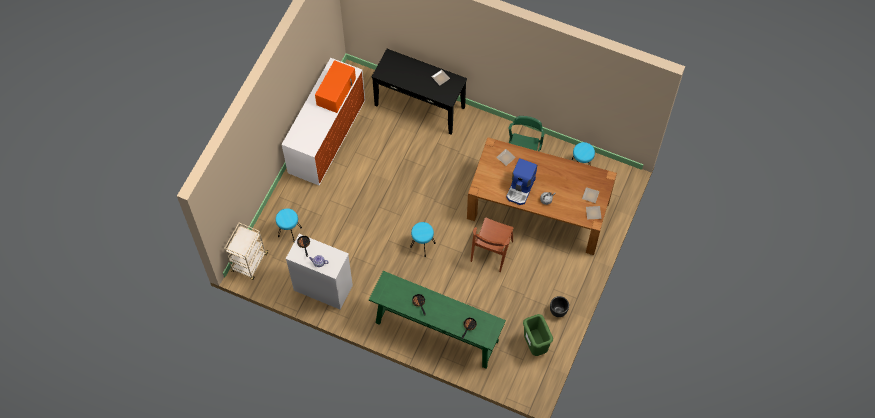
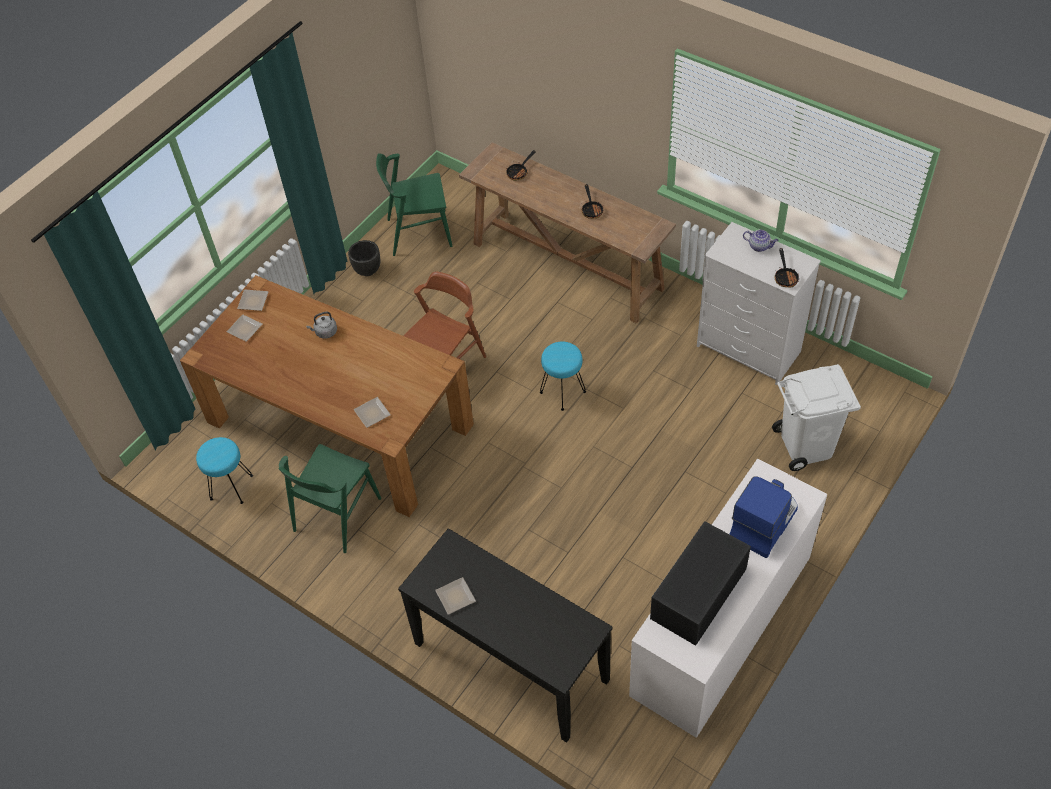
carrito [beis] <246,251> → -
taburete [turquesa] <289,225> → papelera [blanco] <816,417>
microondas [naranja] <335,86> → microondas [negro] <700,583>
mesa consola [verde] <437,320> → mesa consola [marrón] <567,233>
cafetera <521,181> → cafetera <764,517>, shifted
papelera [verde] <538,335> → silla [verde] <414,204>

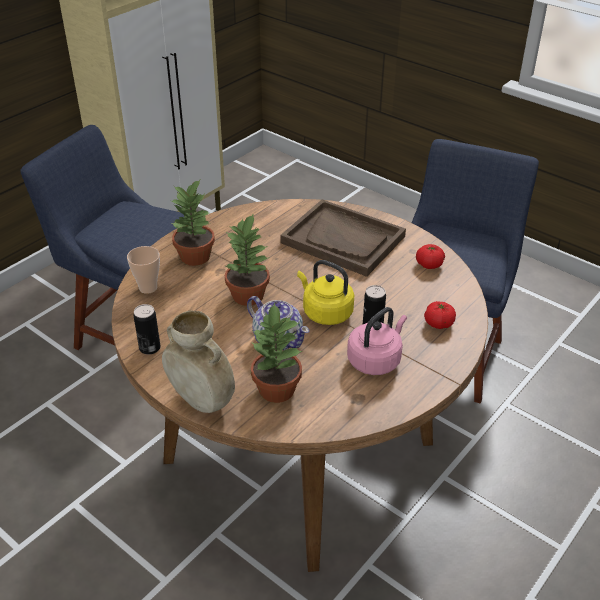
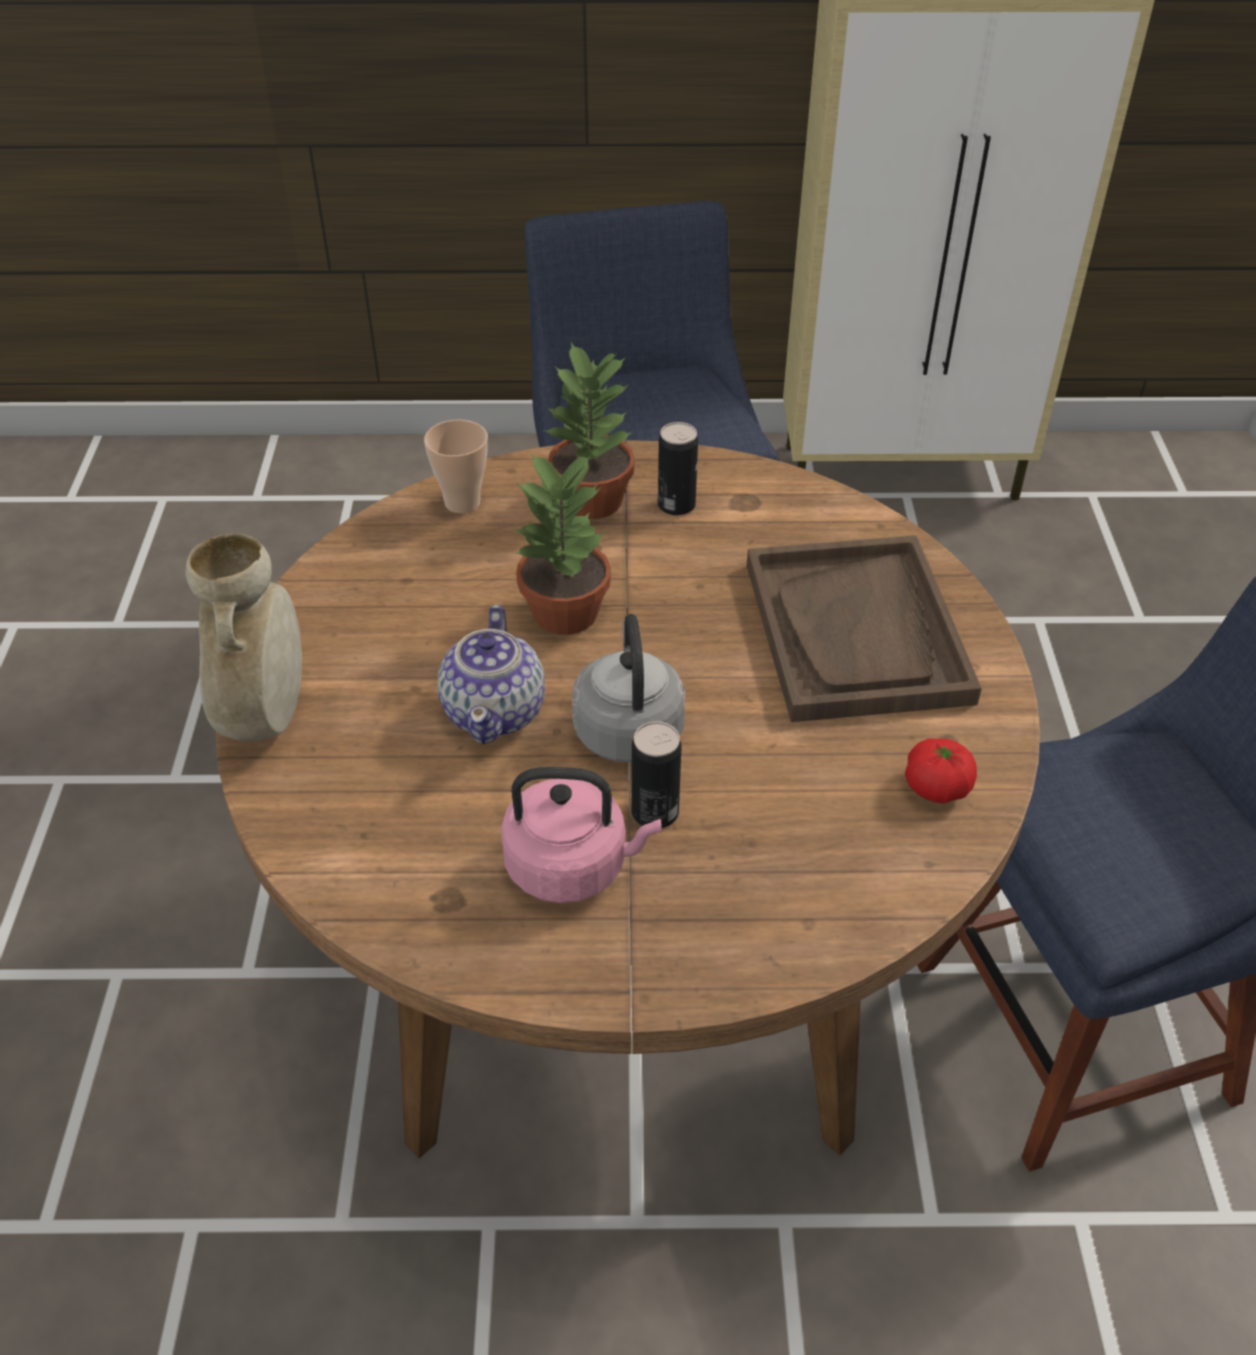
lata <146,329> → lata <678,469>, shifted
planta en maceta <276,352> → -
hervidor [amarillo] <325,292> → hervidor [gris] <628,688>
tomate <440,315> → -

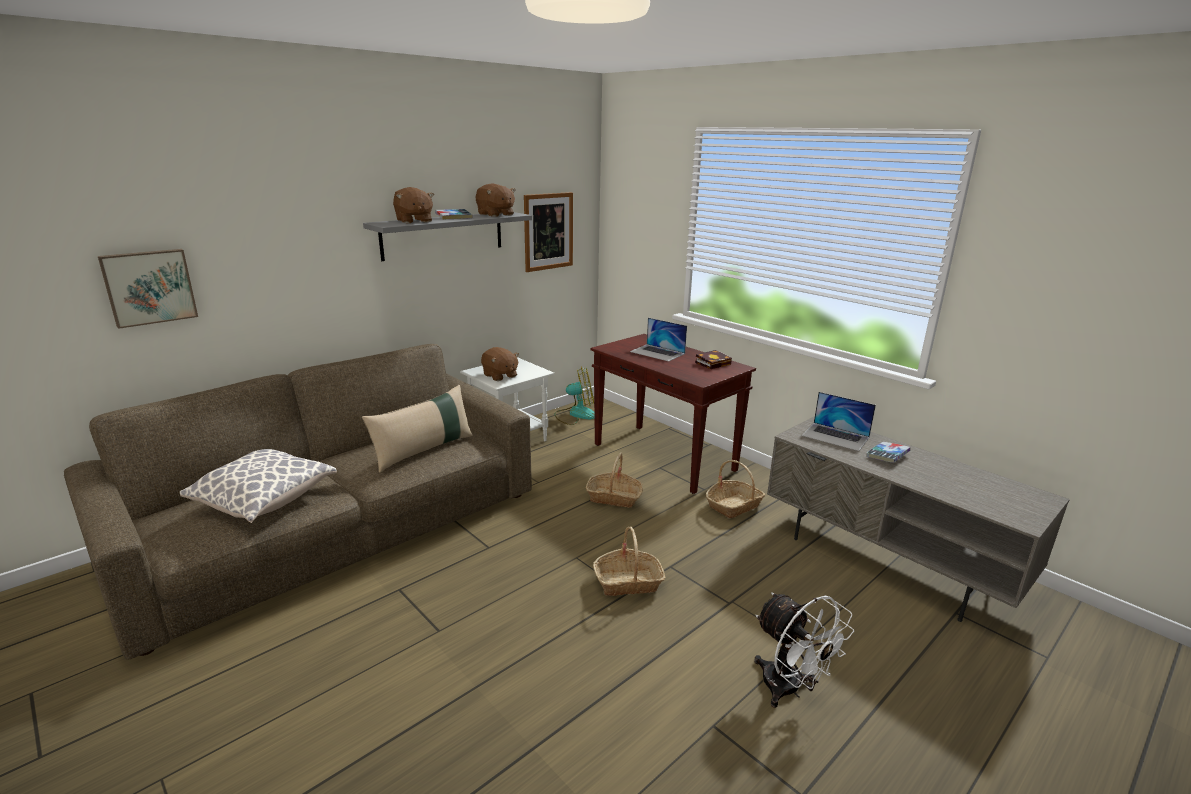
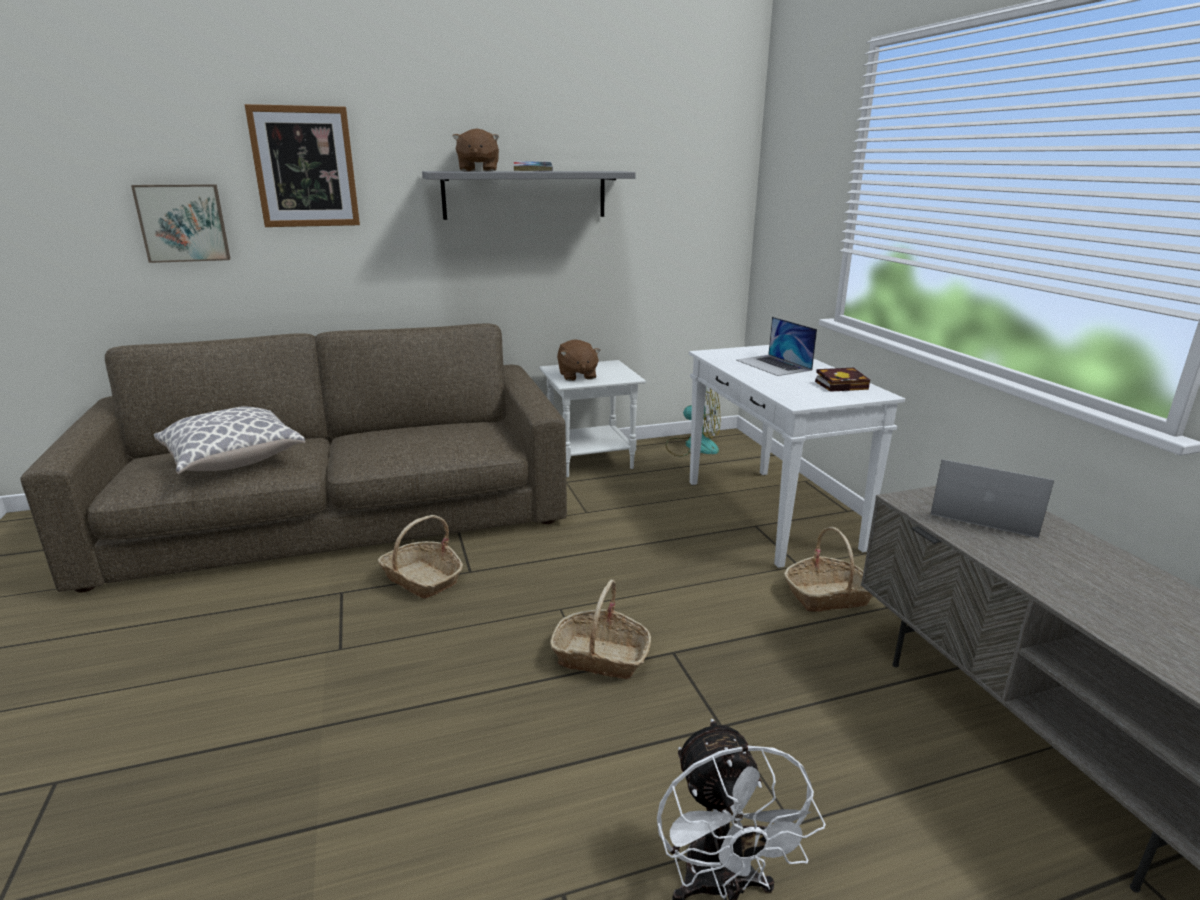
cojín [beis] <417,429> → -
peluche [marrón] <496,200> → -
cuadro <548,232> → cuadro <302,165>, shifted
cesta <614,480> → cesta <420,557>, shifted
mesa consola [marrón] <673,414> → mesa consola [blanco] <797,456>
portátil <839,421> → portátil <992,498>, 150 degrees clockwise
libro <888,452> → -

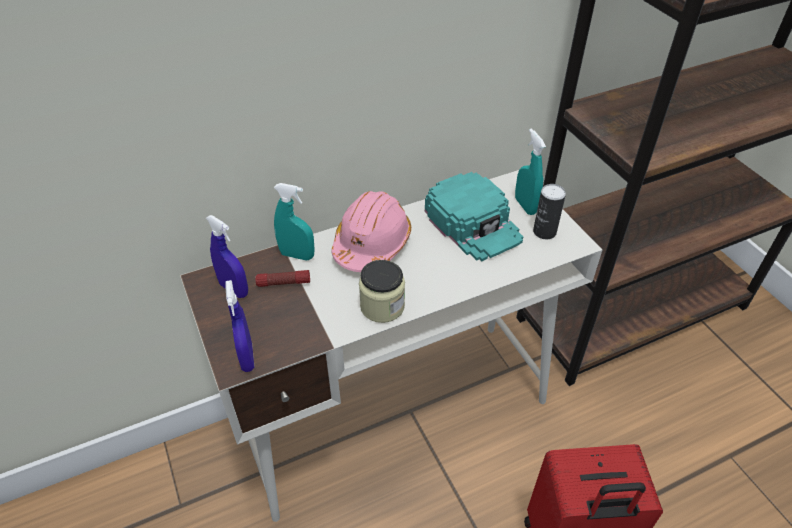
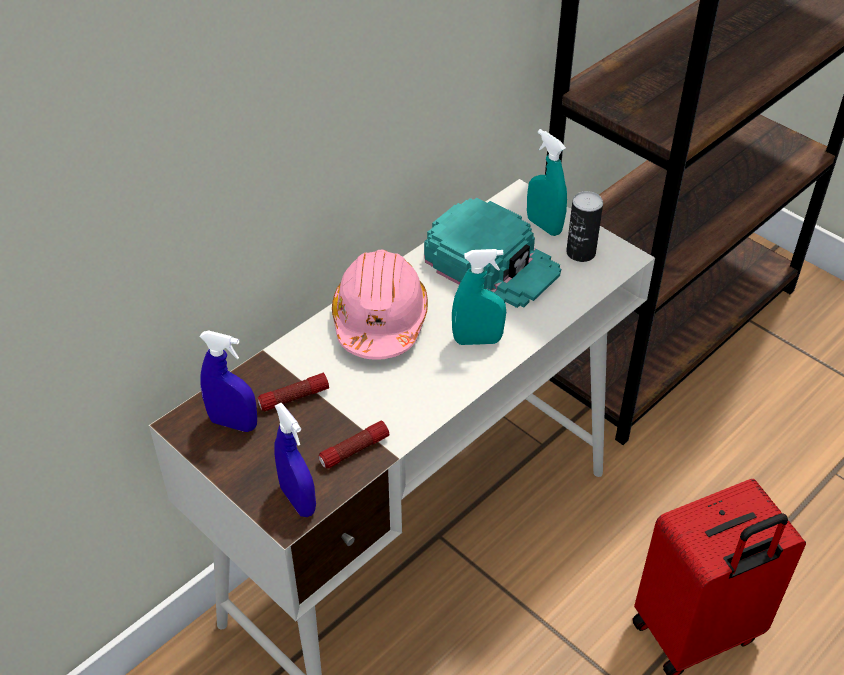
pulverizador [turquesa] <294,221> → pulverizador [turquesa] <479,297>, shifted
tarro <382,291> → -
- → linterna <354,445>

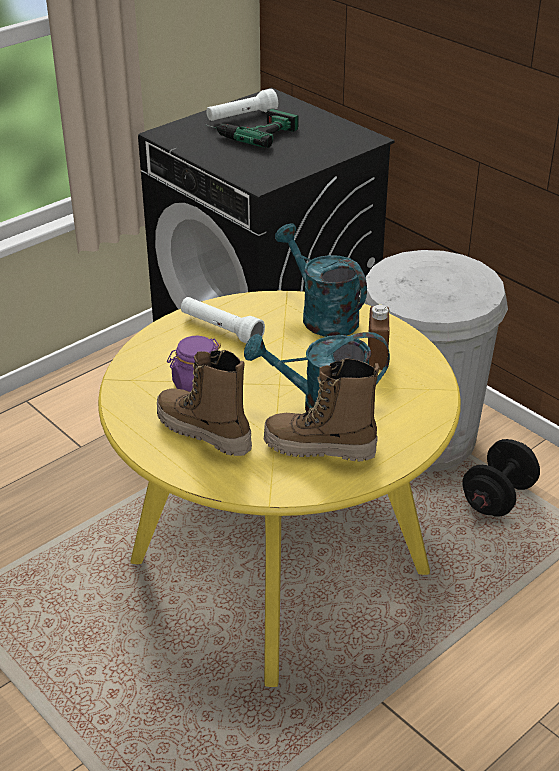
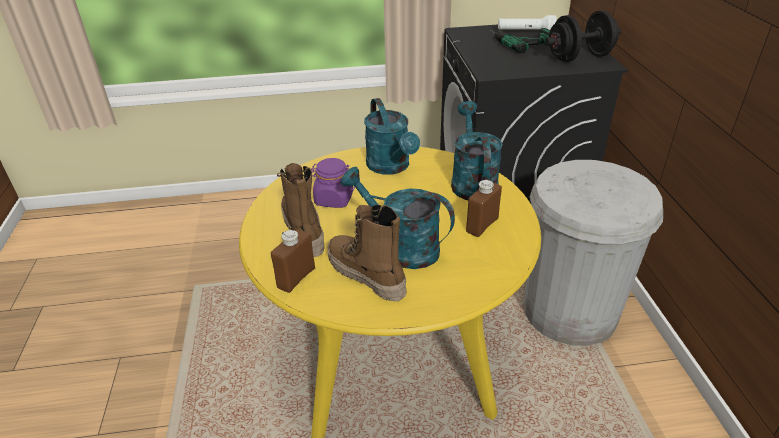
linterna [blanco] <223,320> → regadera [turquesa] <392,136>
mancuerna [negro] <501,478> → mancuerna [negro] <583,36>, shifted
- → botella [marrón] <293,261>

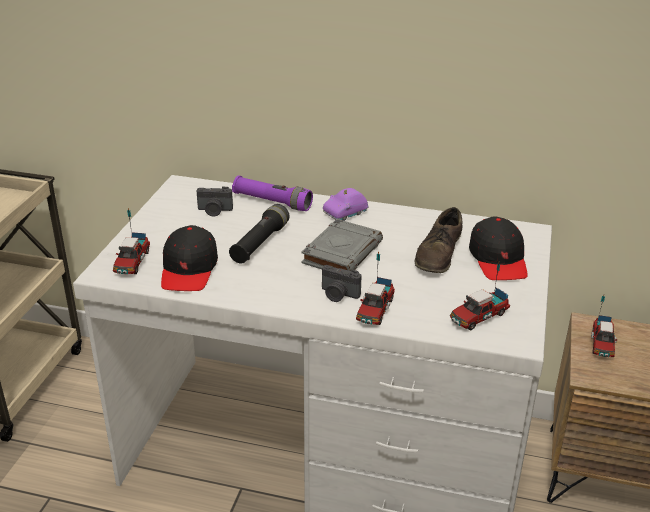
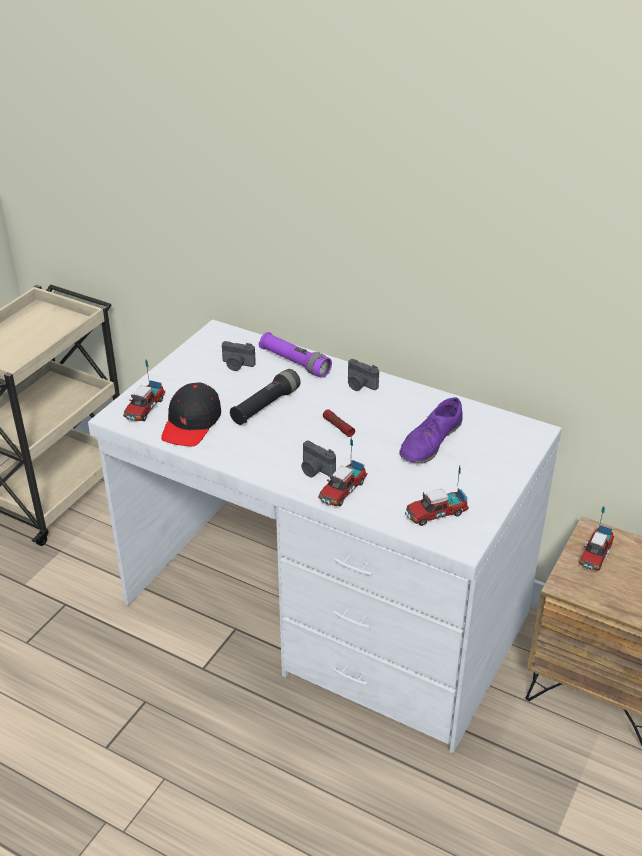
libro [gris] <342,245> → linterna <339,423>
coche de juguete [morado] <346,204> → cámara <363,375>
zapato [marrón] <438,240> → zapato [morado] <431,430>
gorra [negro] <498,248> → -

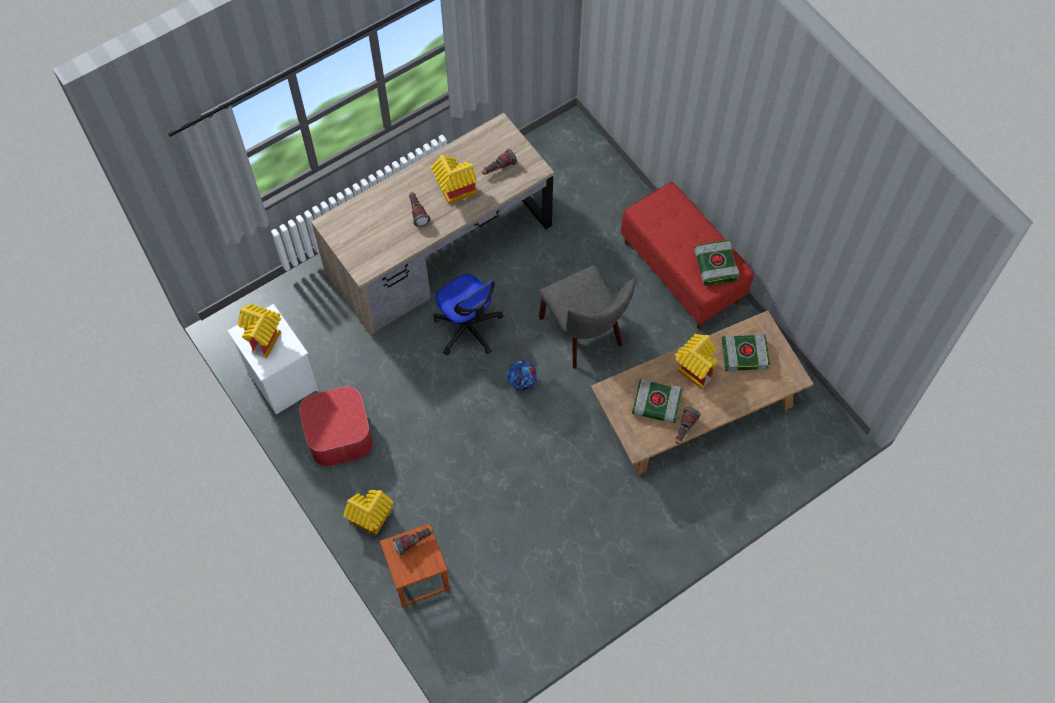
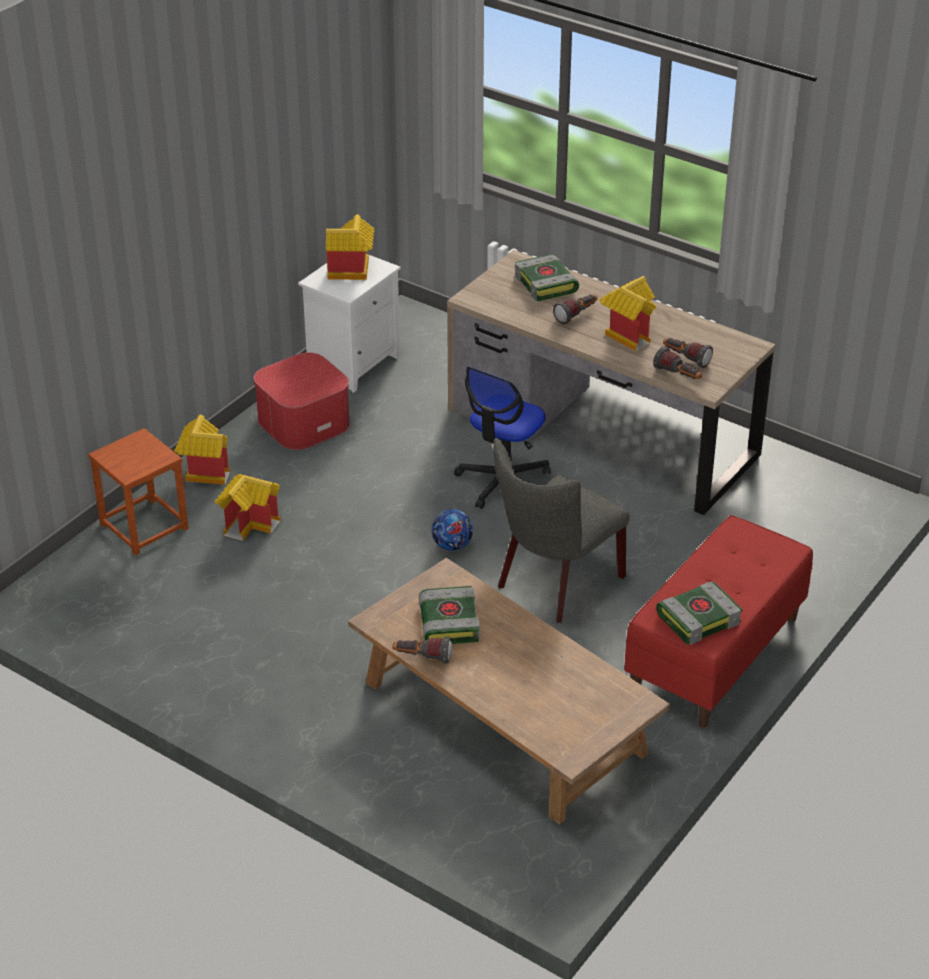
linterna <413,542> → linterna <677,363>, shifted
casita <696,361> → casita <247,507>, shifted
libro <746,353> → libro <547,277>, shifted

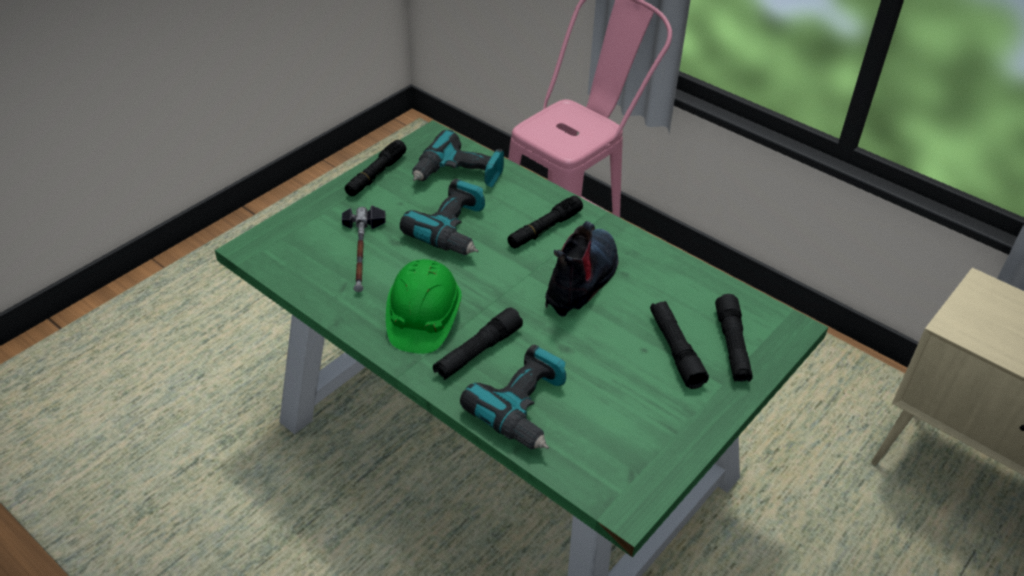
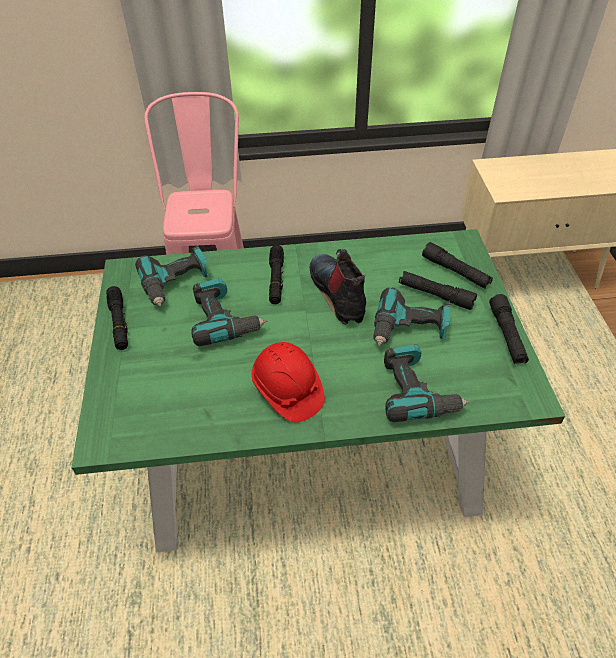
martillo <364,248> → -
casco [verde] <423,306> → casco [rojo] <288,382>
linterna [negro] <478,343> → linterna [negro] <509,329>, shifted
- → taladro <411,316>

